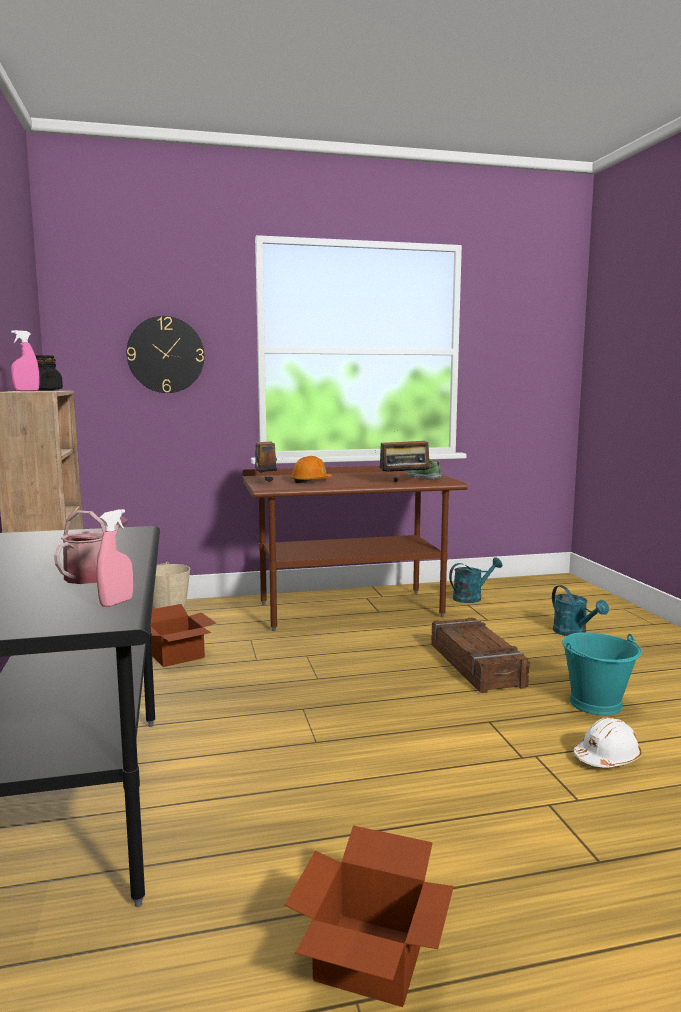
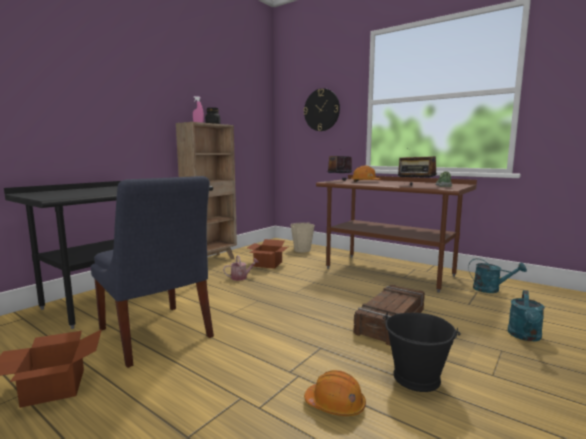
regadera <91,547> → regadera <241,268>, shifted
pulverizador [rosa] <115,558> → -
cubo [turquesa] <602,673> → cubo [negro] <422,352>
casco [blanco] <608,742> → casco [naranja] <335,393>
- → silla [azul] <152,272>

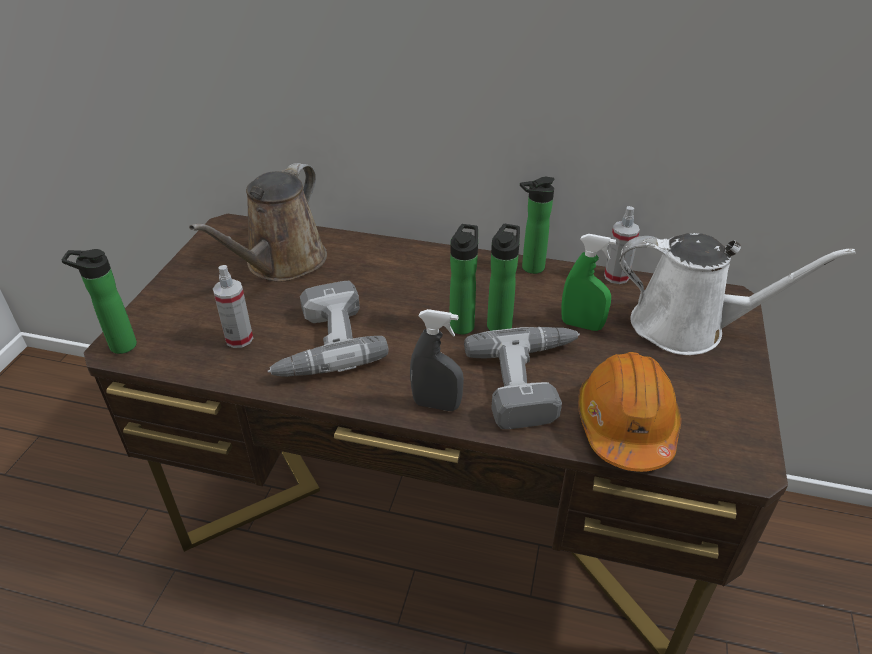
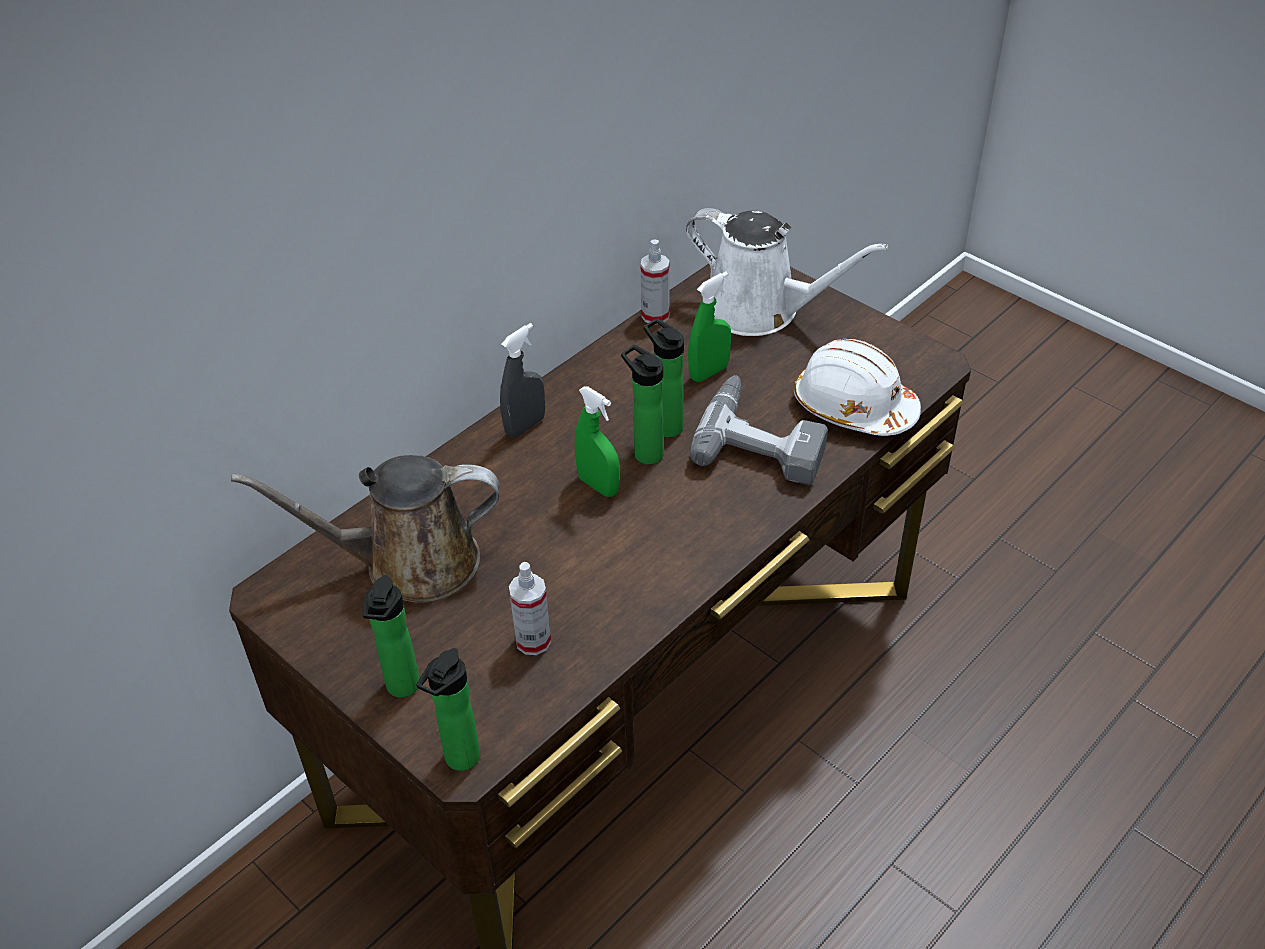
regadera [marrón] <258,222> → regadera [marrón] <365,529>, 120 degrees clockwise
taladro <328,329> → -
pulverizador [gris] <437,360> → pulverizador [gris] <522,380>, shifted
botella <537,225> → botella <391,636>, shifted
casco [naranja] <629,412> → casco [blanco] <857,387>
regadera [blanco] <737,294> → regadera [blanco] <787,272>, 75 degrees clockwise
- → pulverizador [verde] <597,441>

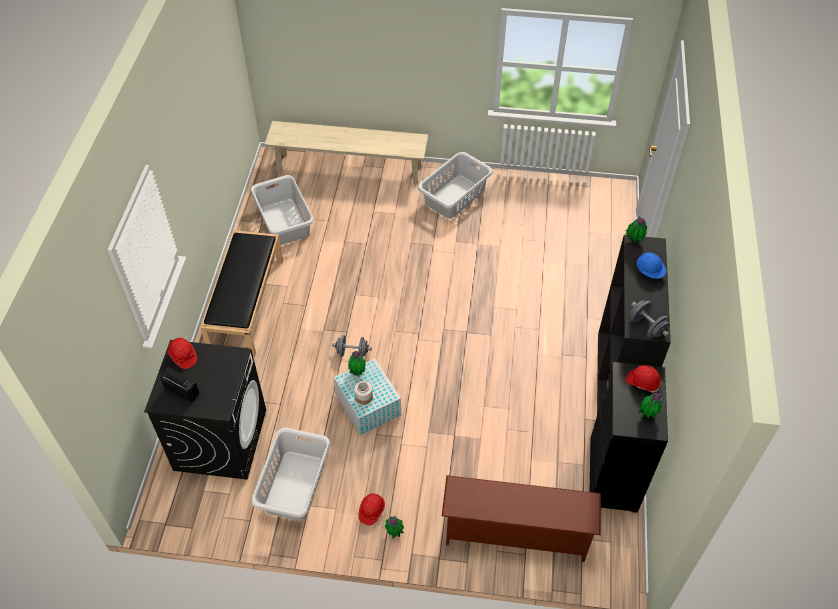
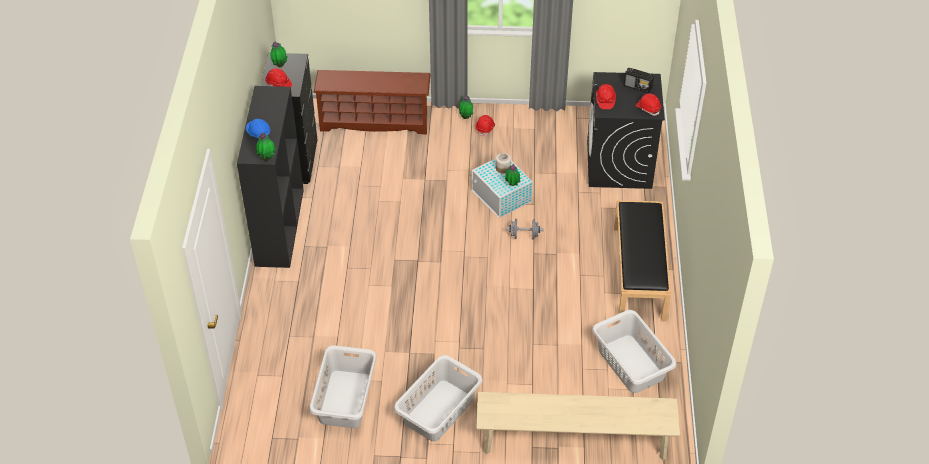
cesto de la ropa [gris] <290,474> → cesto de la ropa [gris] <343,386>, shifted
mancuerna [gris] <650,319> → -
- → casco [rojo] <606,96>

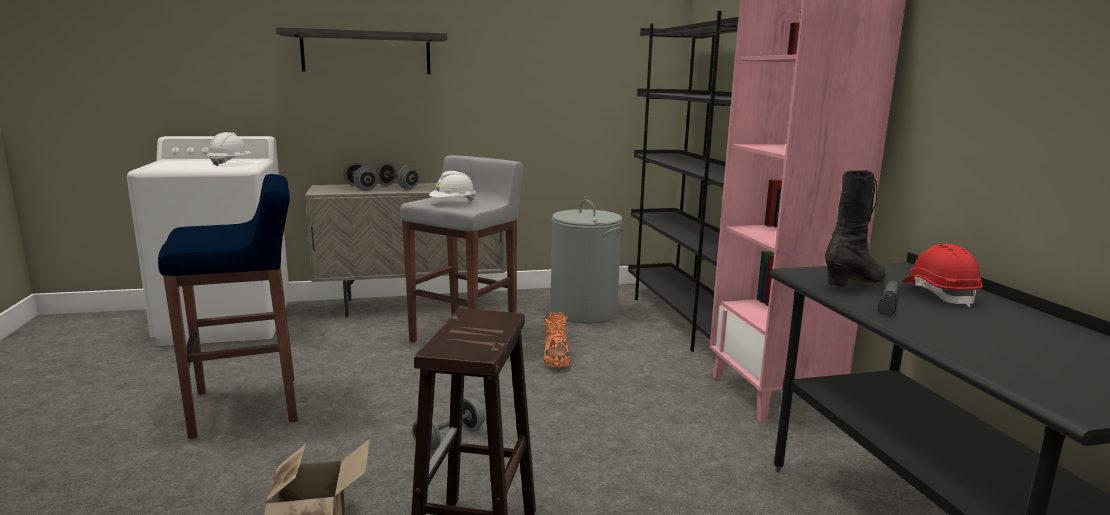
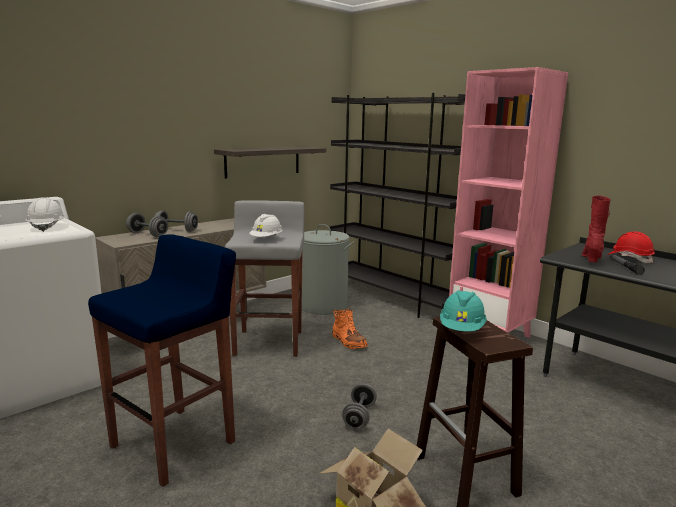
estante <362,50> → estante <270,163>, shifted
bota [negro] <855,228> → bota [rojo] <596,229>
- → casco [turquesa] <463,311>

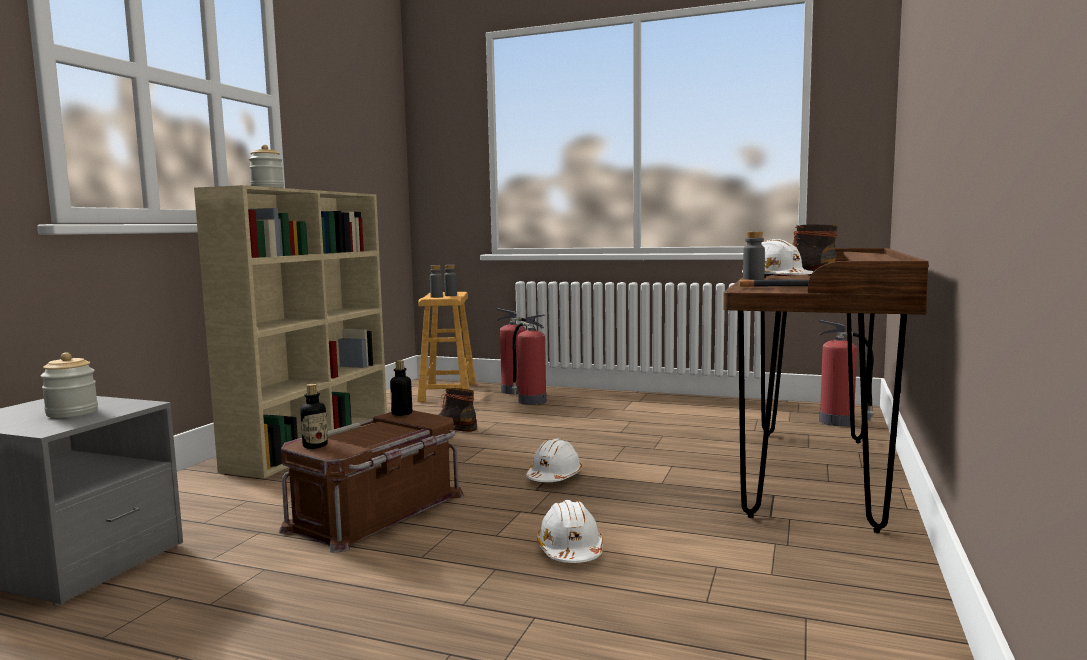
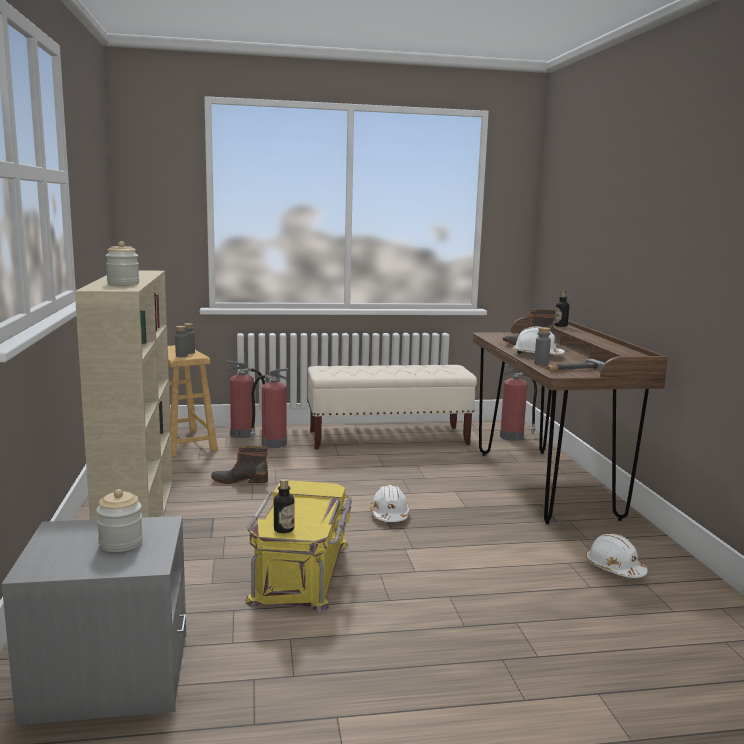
caja de almacenaje [marrón] <371,481> → caja de almacenaje [amarillo] <298,546>
botella <401,388> → botella <561,309>, shifted
casco [blanco] <570,531> → casco [blanco] <617,556>, shifted
- → banco [beis] <392,407>

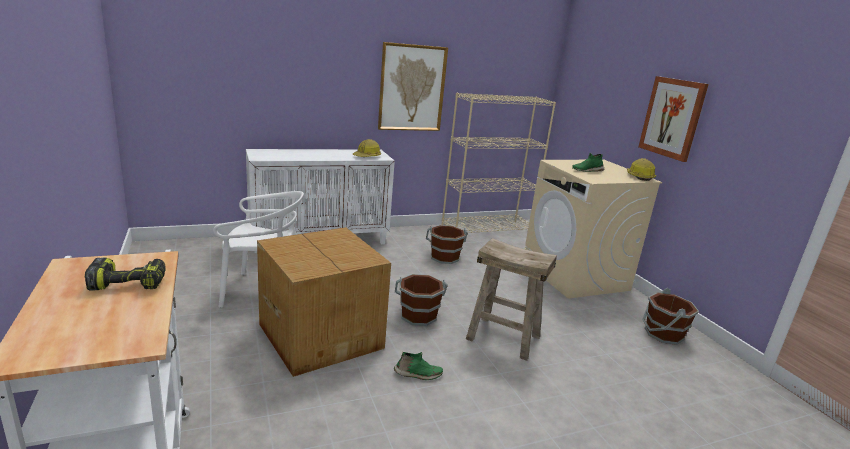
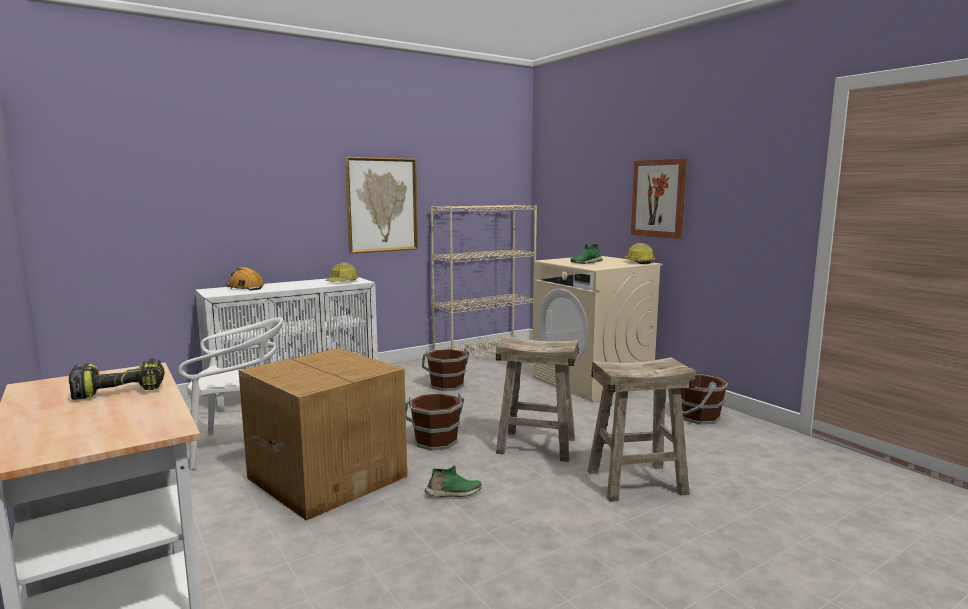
- → casco [naranja] <245,279>
- → taburete [beis] <641,429>

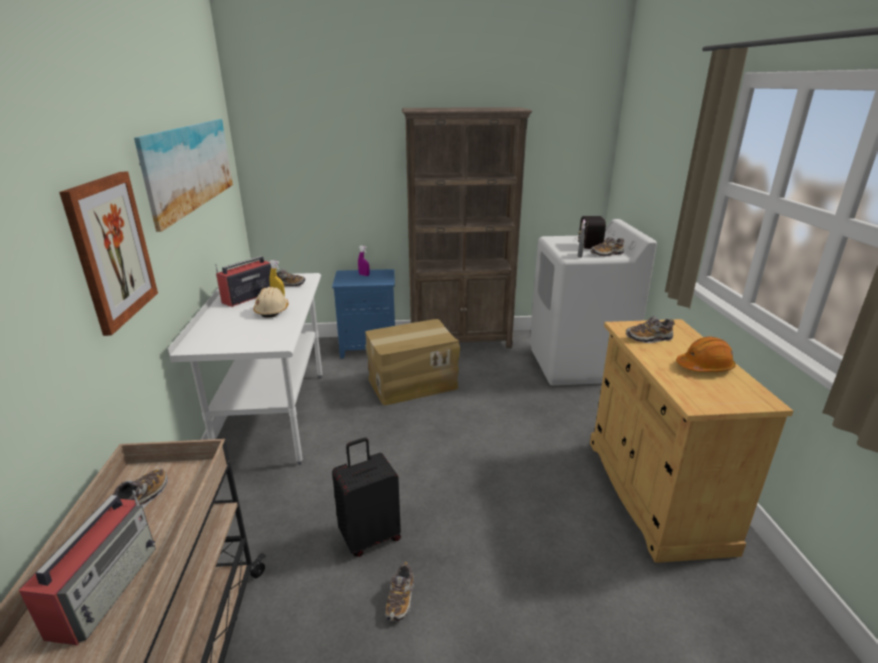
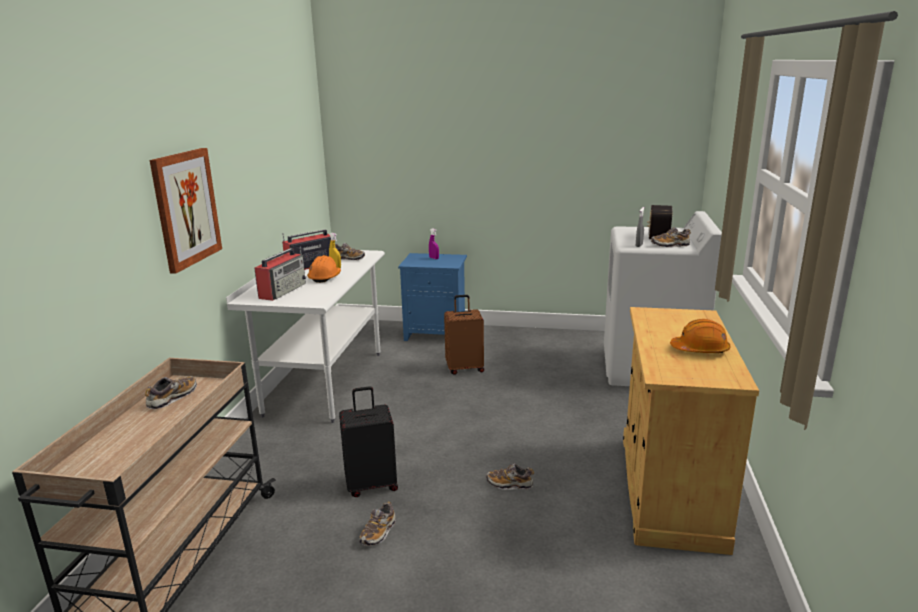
radio <87,567> → radio <280,273>, shifted
cuadro <183,175> → -
casco [beis] <271,302> → casco [naranja] <324,269>
caja de cartón <412,362> → maleta [marrón] <464,335>
estantería [marrón] <467,227> → -
zapato <650,329> → zapato <510,476>, shifted

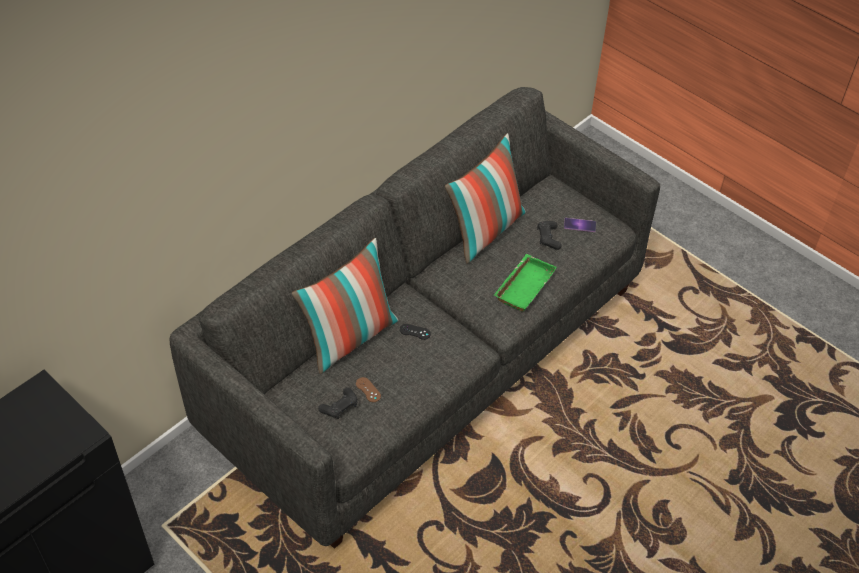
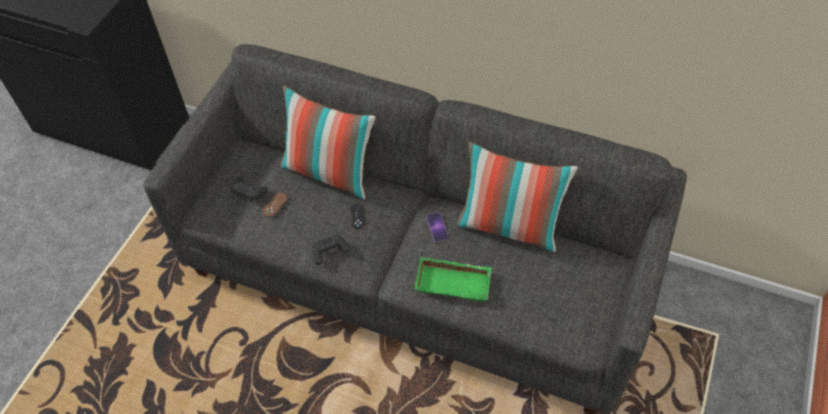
mando de consola [negro] <549,235> → mando de consola [negro] <331,249>, shifted
móvil <580,225> → móvil <437,227>, shifted

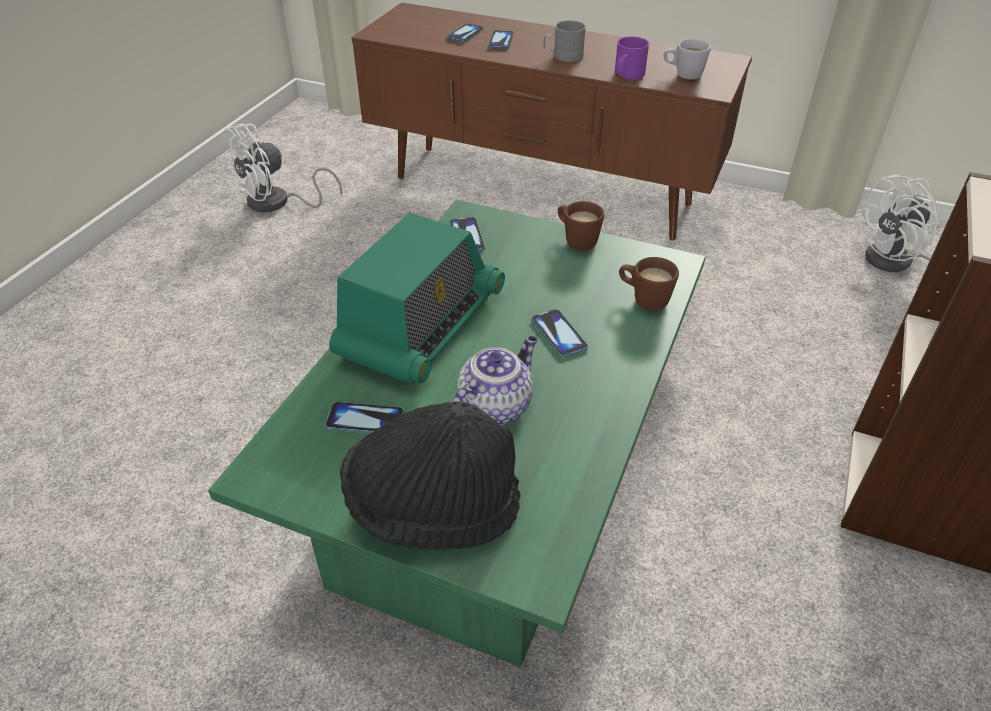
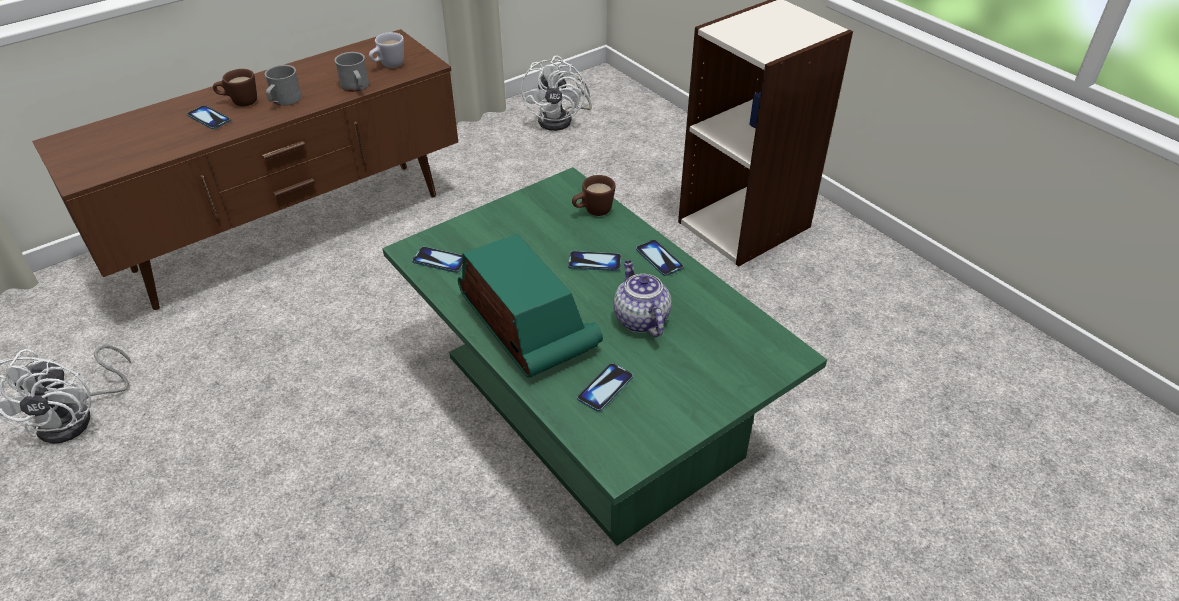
sombrero [negro] <430,475> → -
móvil <464,33> → móvil <660,258>, shifted
taza grande [marrón] <581,226> → taza grande [marrón] <235,87>, shifted
taza grande [morado] <632,58> → taza grande [gris] <352,72>

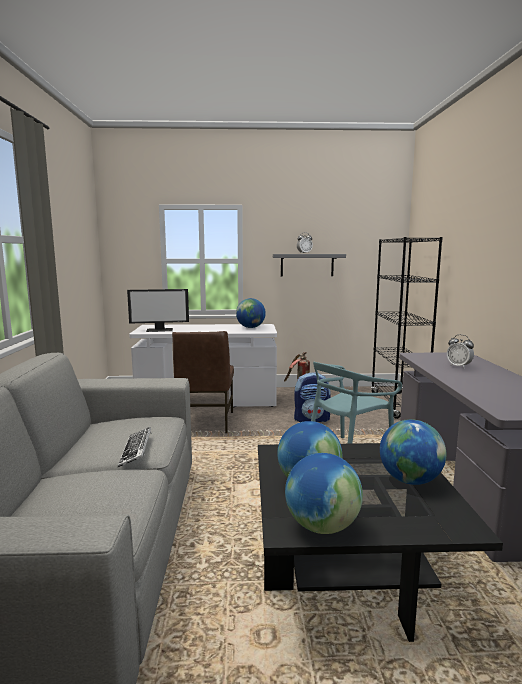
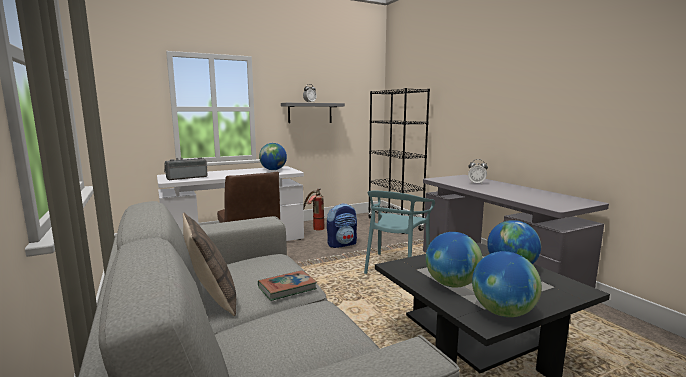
teclado <134,447> → libro <287,285>
monitor <158,310> → radio <186,169>
- → cojín <209,264>

